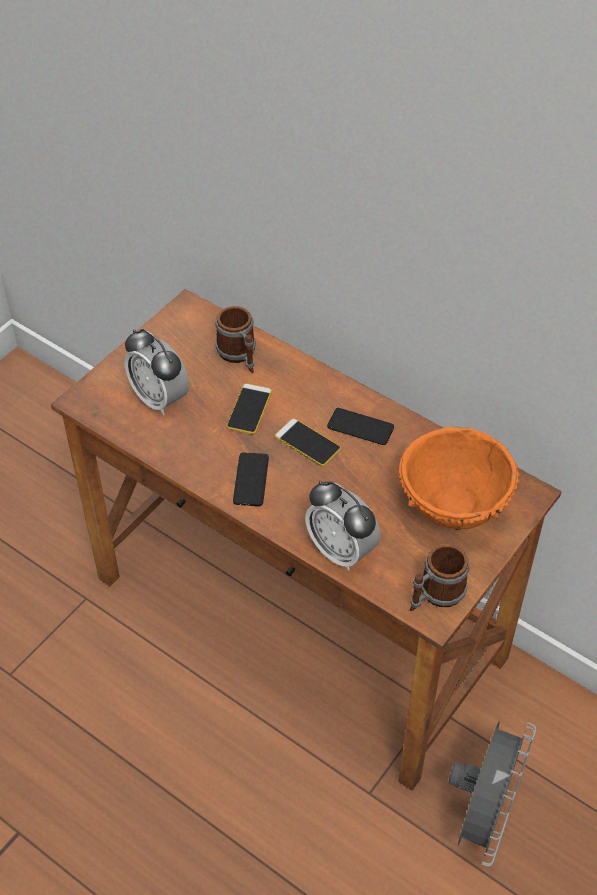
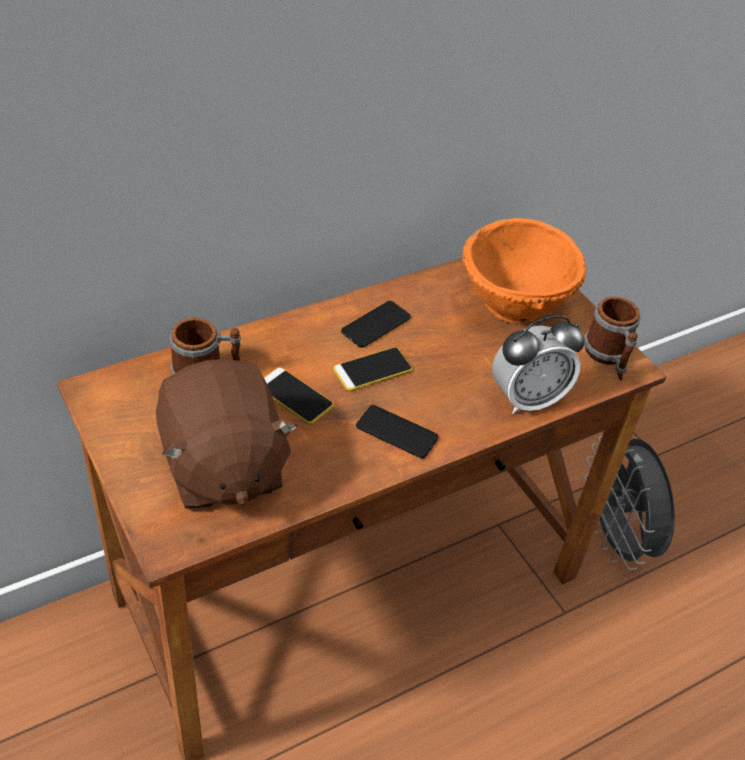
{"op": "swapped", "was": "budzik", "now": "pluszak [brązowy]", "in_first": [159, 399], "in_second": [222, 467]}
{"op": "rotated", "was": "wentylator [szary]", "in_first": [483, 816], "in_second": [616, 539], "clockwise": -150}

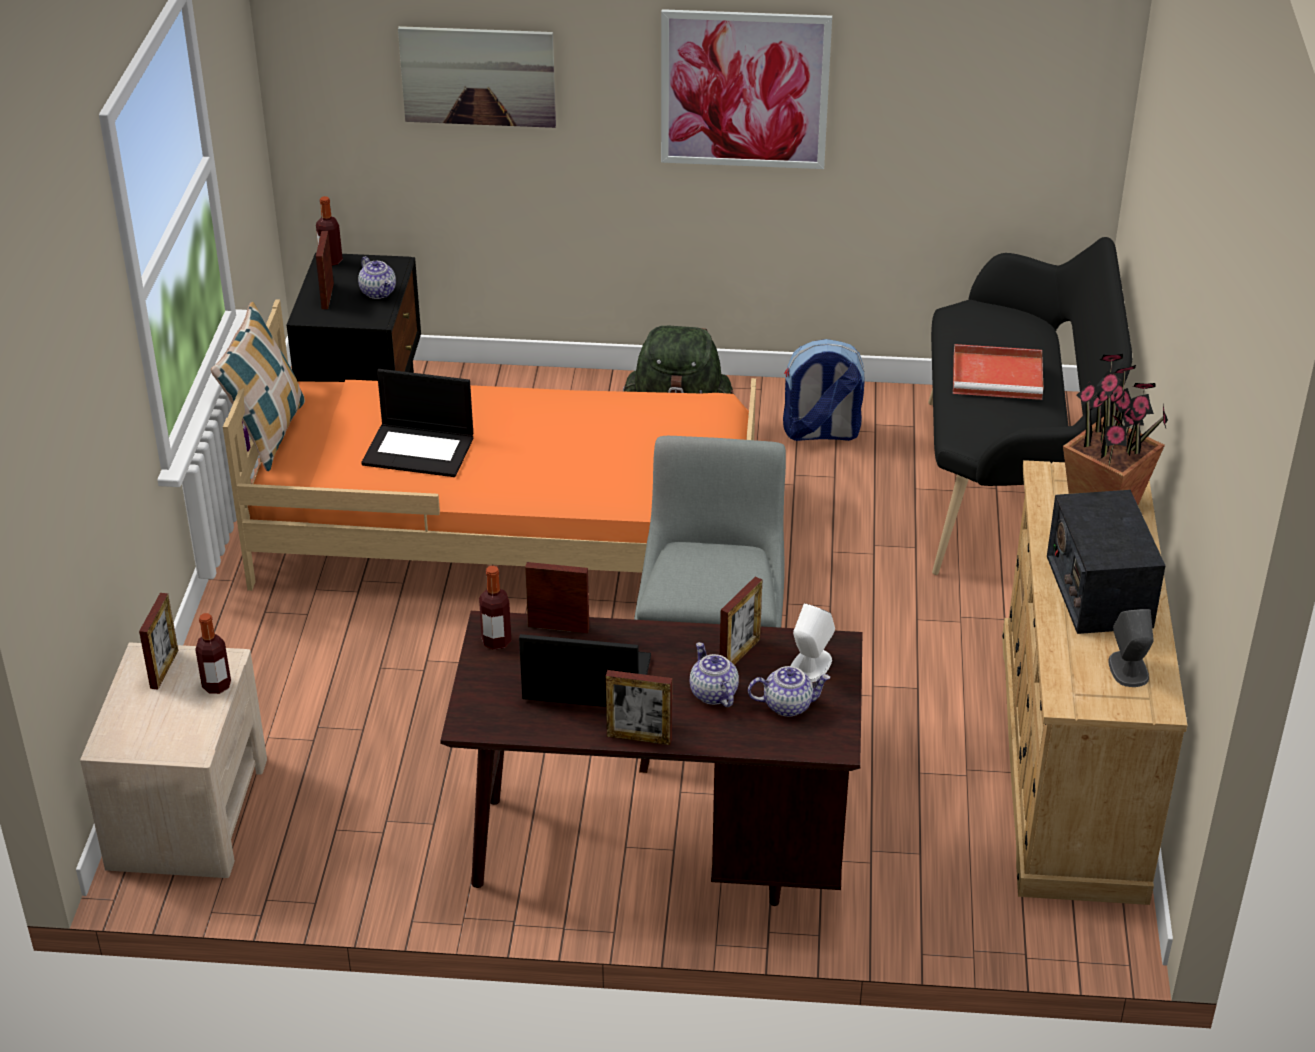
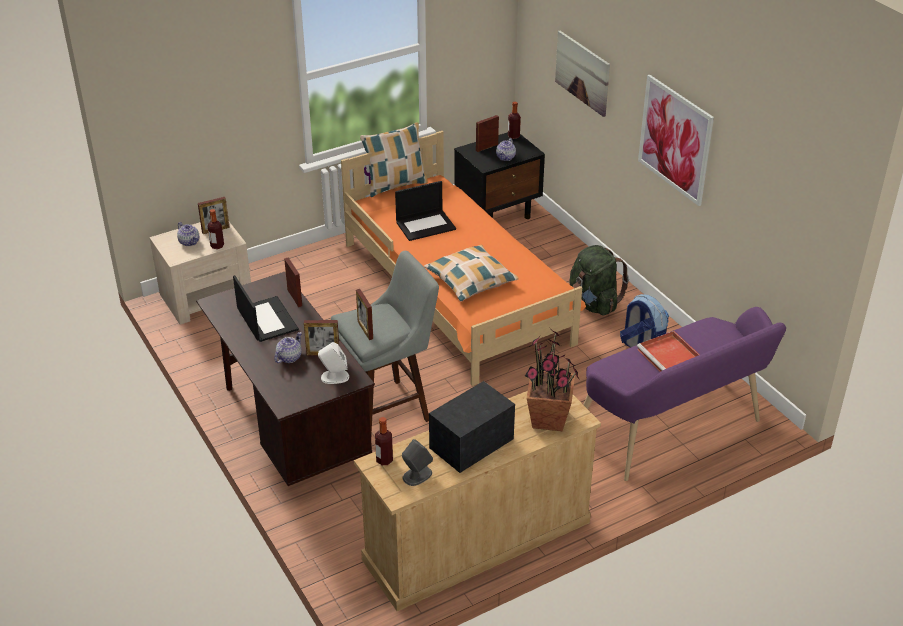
{"op": "rotated", "was": "laptop", "in_first": [420, 450], "in_second": [426, 225], "clockwise": -90}
{"op": "shifted", "was": "butelka", "in_first": [496, 641], "in_second": [384, 460]}
{"op": "shifted", "was": "ramka na zdjęcie", "in_first": [639, 737], "in_second": [365, 330]}
{"op": "shifted", "was": "imbryk", "in_first": [788, 705], "in_second": [189, 242]}
{"op": "repainted", "was": "ławka [czarny]", "now": "ławka [fioletowy]", "in_first": [1008, 488], "in_second": [673, 432]}
{"op": "new", "now": "poduszka", "in_second": [471, 280]}

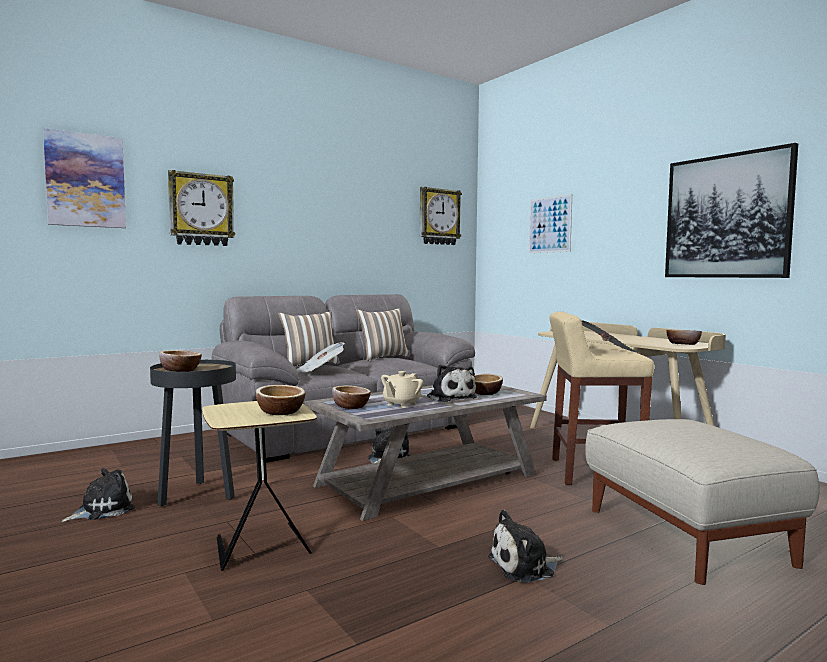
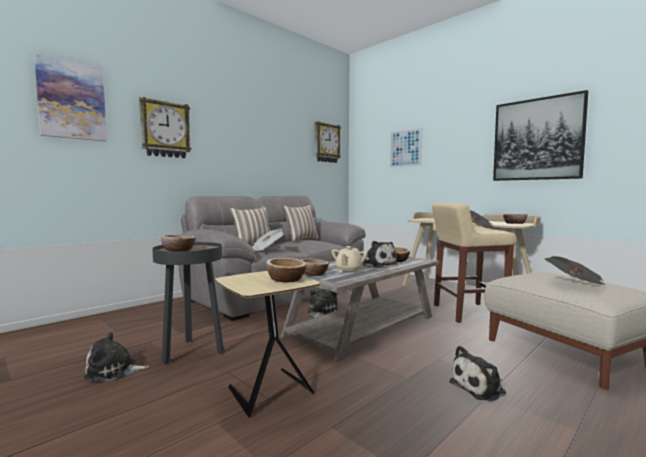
{"op": "rotated", "was": "pluszak", "in_first": [102, 510], "in_second": [114, 371], "clockwise": -135}
{"op": "new", "now": "gazeta", "in_second": [575, 284]}

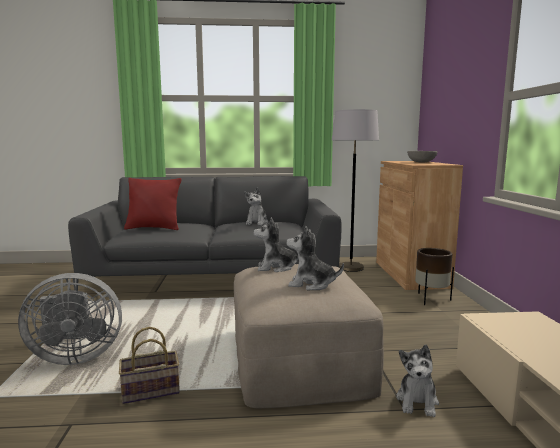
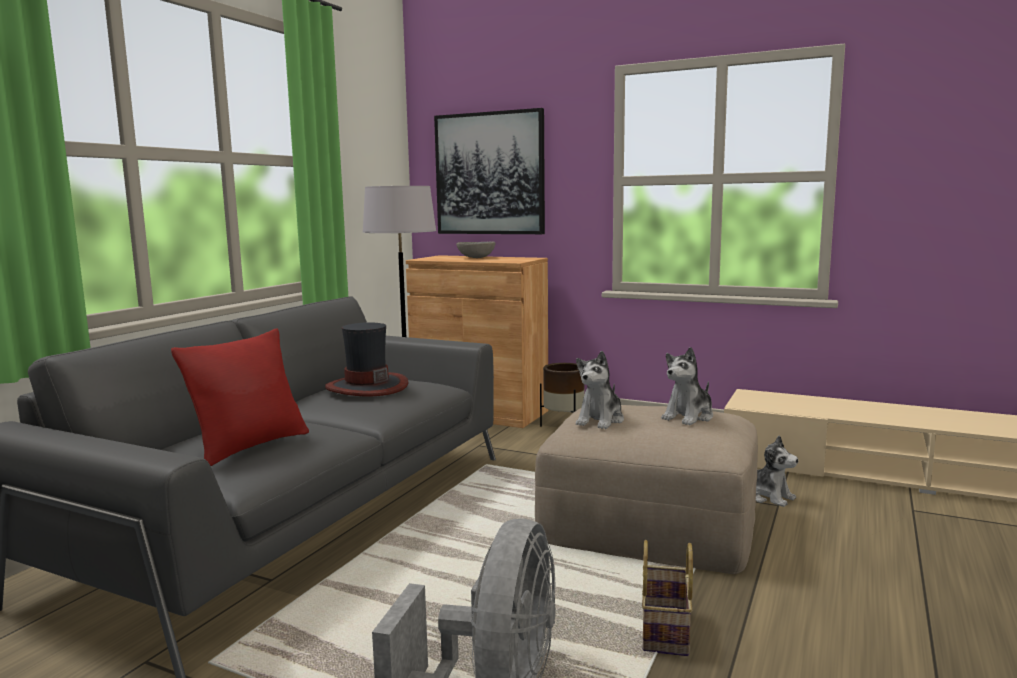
{"op": "swapped", "was": "pluszak", "now": "kapelusz", "in_first": [257, 223], "in_second": [366, 387]}
{"op": "new", "now": "obraz", "in_second": [489, 174]}

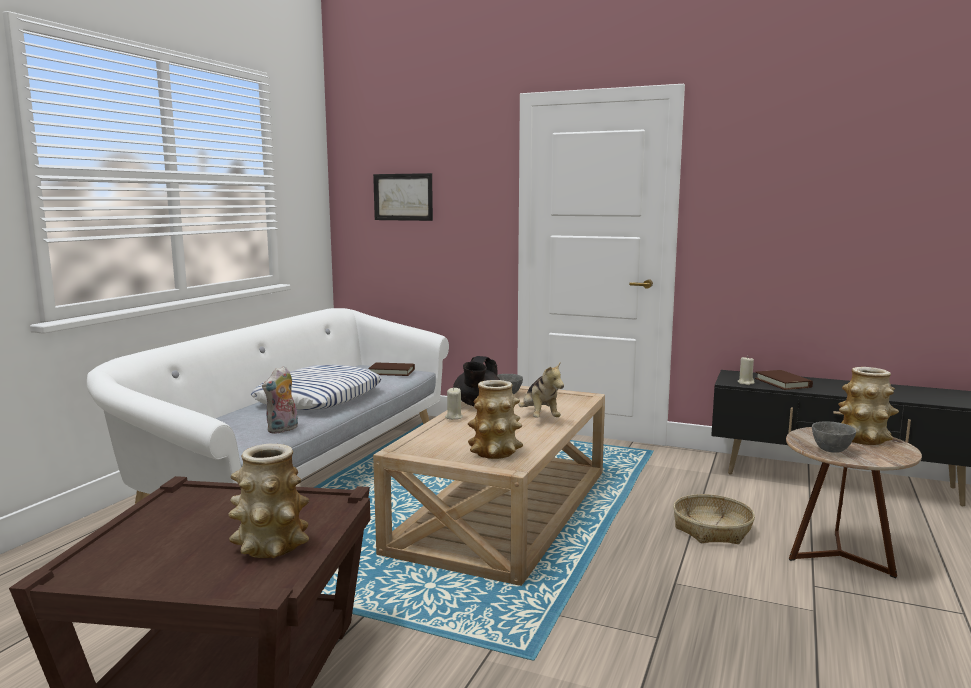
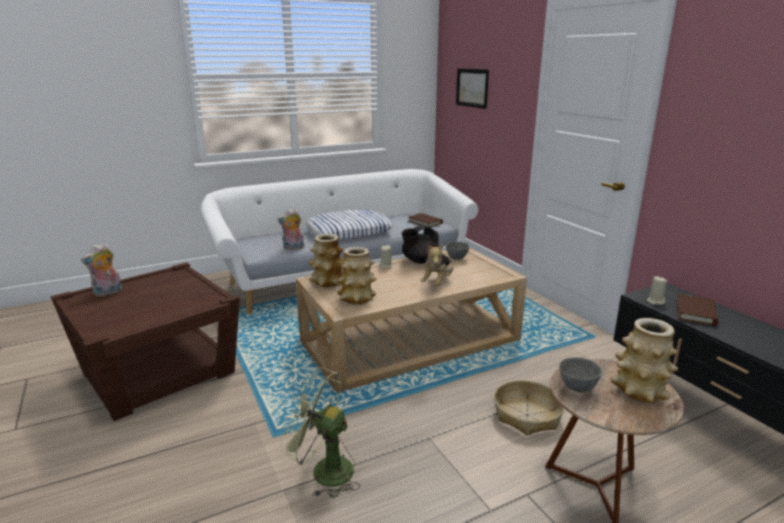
{"op": "shifted", "was": "wazon", "in_first": [270, 546], "in_second": [328, 282]}
{"op": "new", "now": "pluszak", "in_second": [108, 293]}
{"op": "new", "now": "wentylator [zielony]", "in_second": [323, 471]}

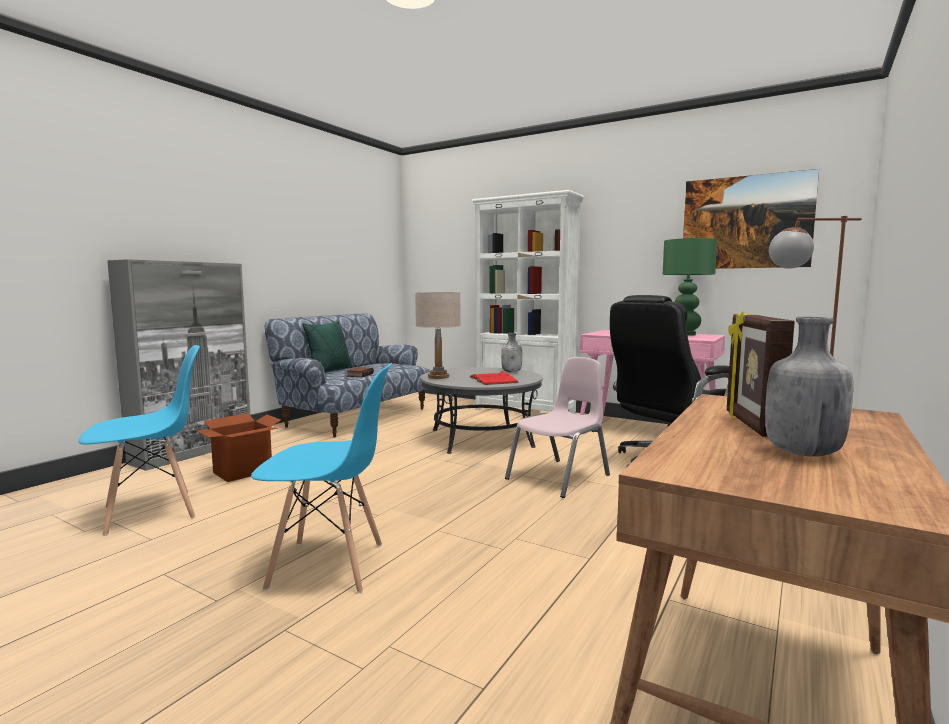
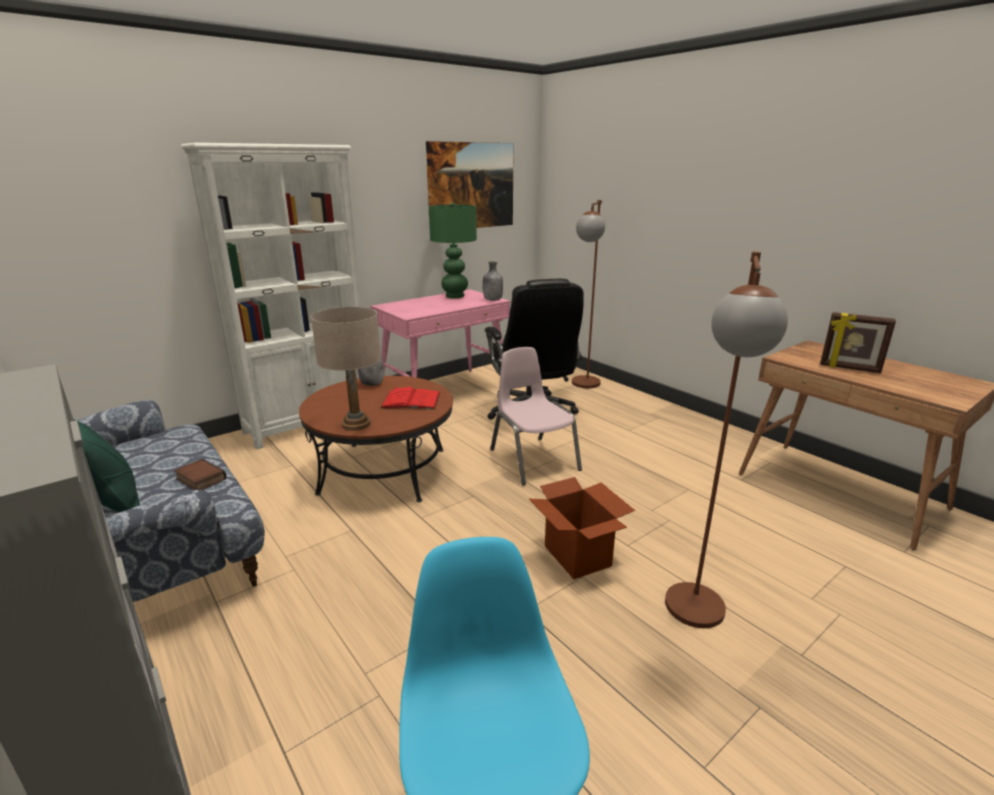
{"op": "shifted", "was": "karton", "in_first": [242, 472], "in_second": [577, 556]}
{"op": "swapped", "was": "krzesło [niebieski]", "now": "lampa stojąca [brązowy]", "in_first": [328, 566], "in_second": [693, 621]}
{"op": "repainted", "was": "ława [szary]", "now": "ława [brązowy]", "in_first": [481, 438], "in_second": [383, 470]}
{"op": "shifted", "was": "butelka [szary]", "in_first": [801, 452], "in_second": [492, 300]}

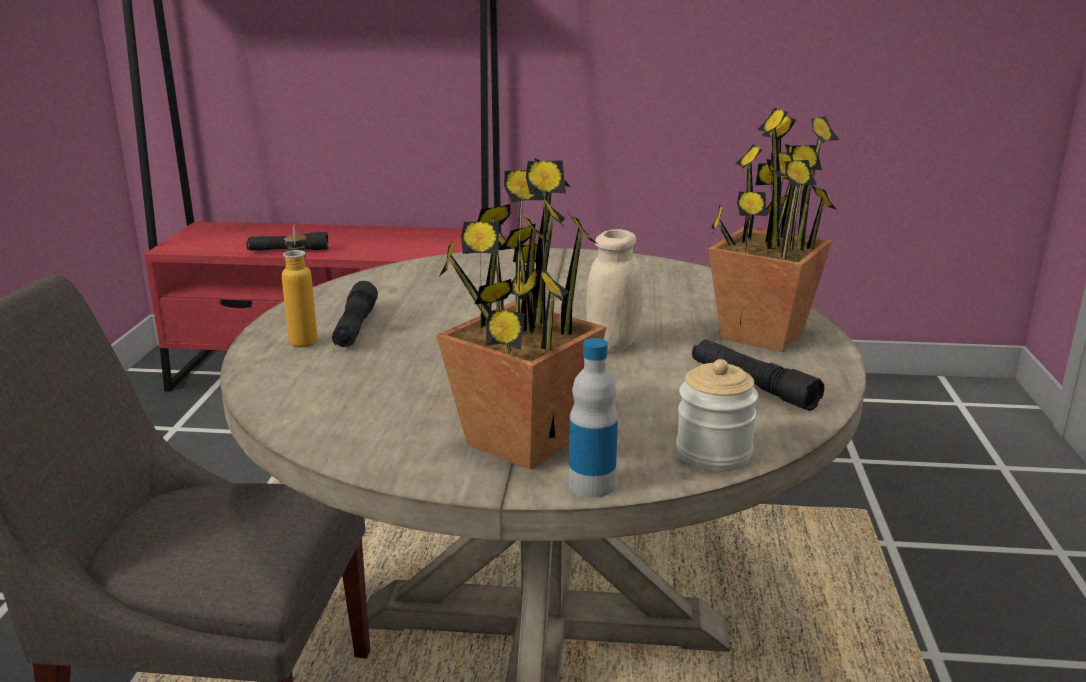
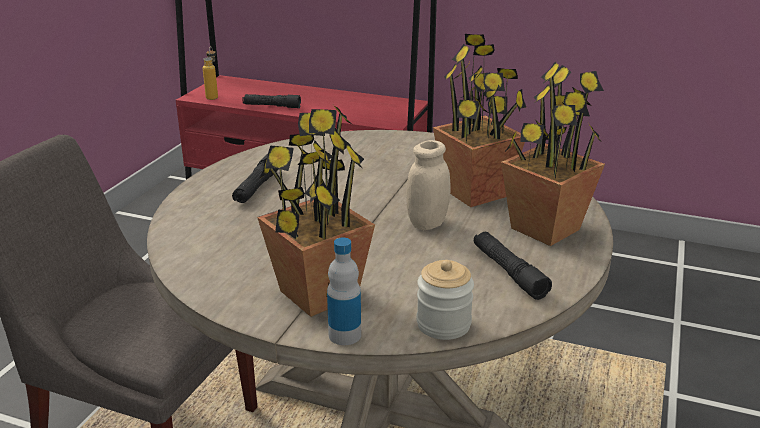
{"op": "shifted", "was": "butelka", "in_first": [304, 338], "in_second": [213, 96]}
{"op": "new", "now": "roślina doniczkowa", "in_second": [475, 193]}

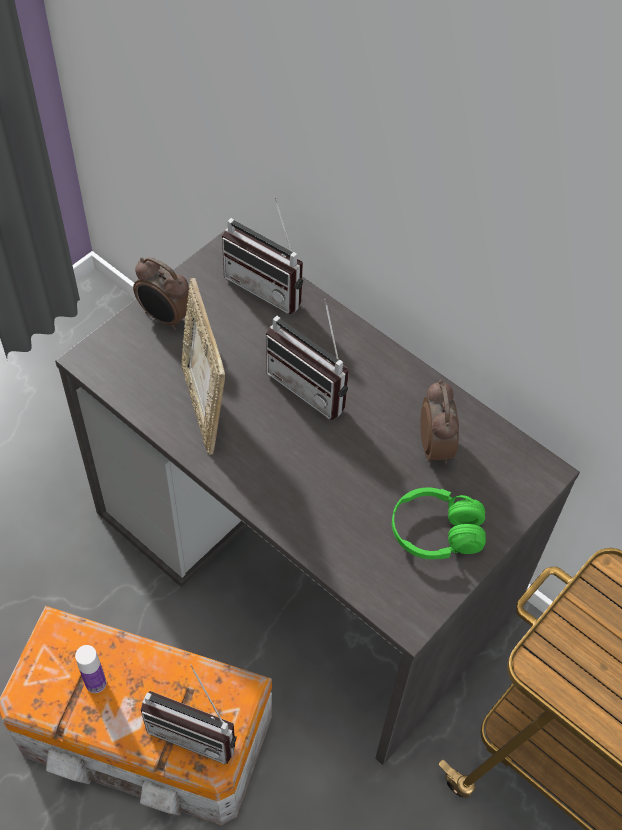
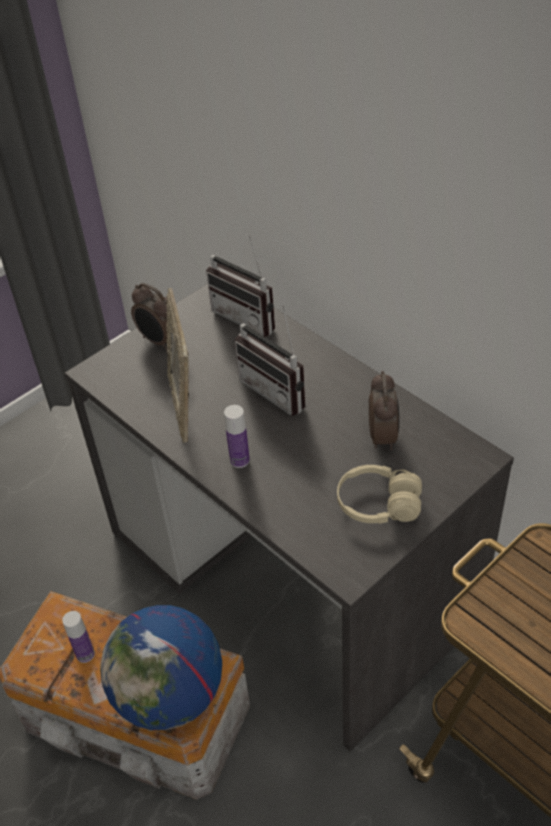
{"op": "swapped", "was": "radio", "now": "globus", "in_first": [196, 729], "in_second": [170, 696]}
{"op": "repainted", "was": "słuchawki [zielony]", "now": "słuchawki [beżowy]", "in_first": [436, 532], "in_second": [378, 504]}
{"op": "new", "now": "butelka", "in_second": [239, 460]}

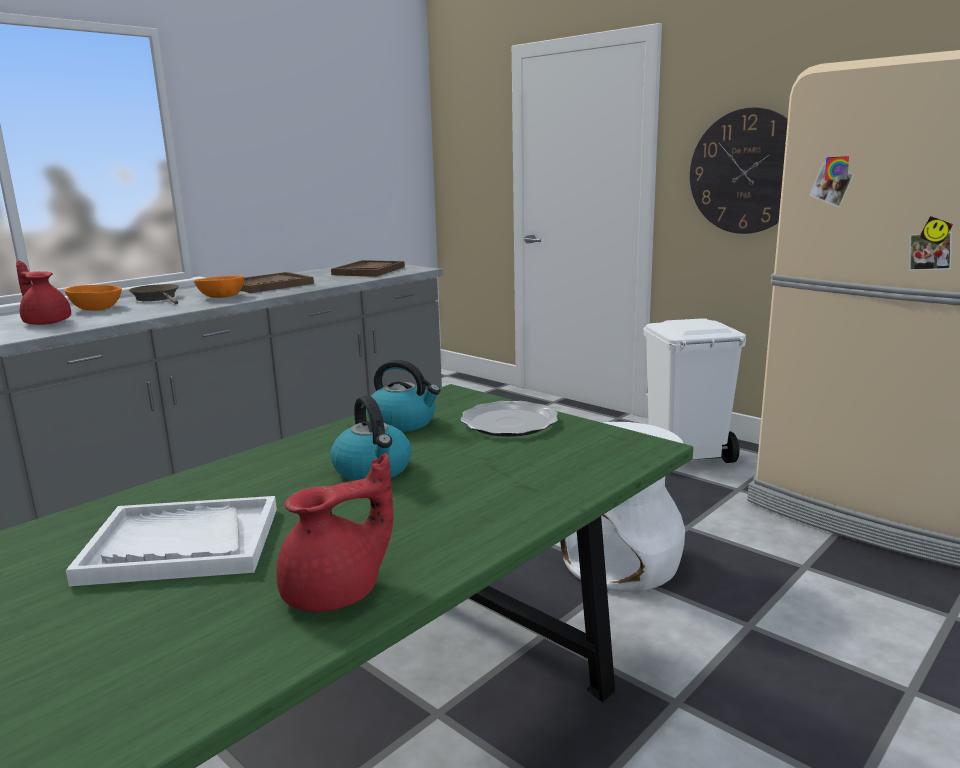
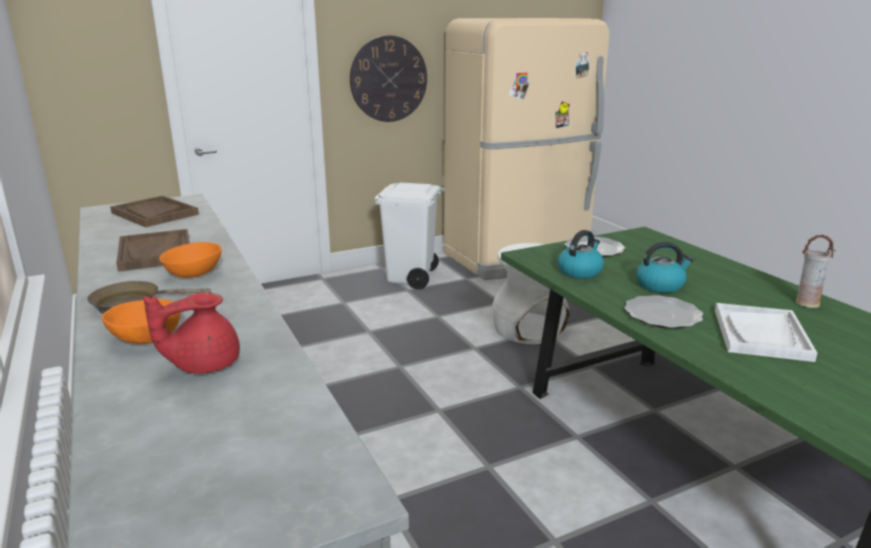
{"op": "swapped", "was": "imbryk [czerwony]", "now": "wazon", "in_first": [337, 593], "in_second": [806, 303]}
{"op": "new", "now": "talerz", "in_second": [662, 315]}

